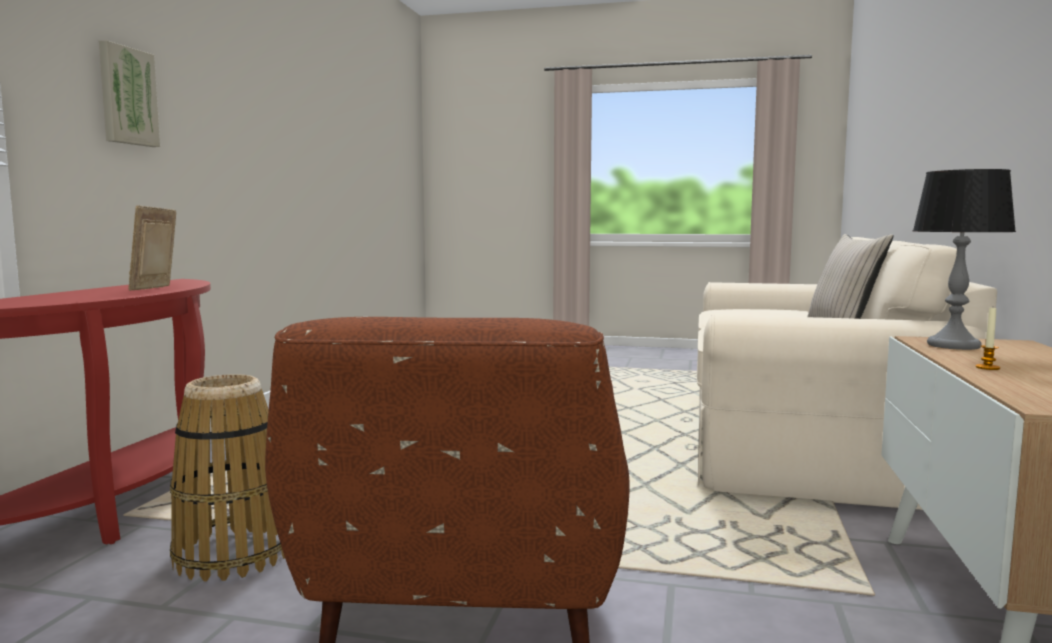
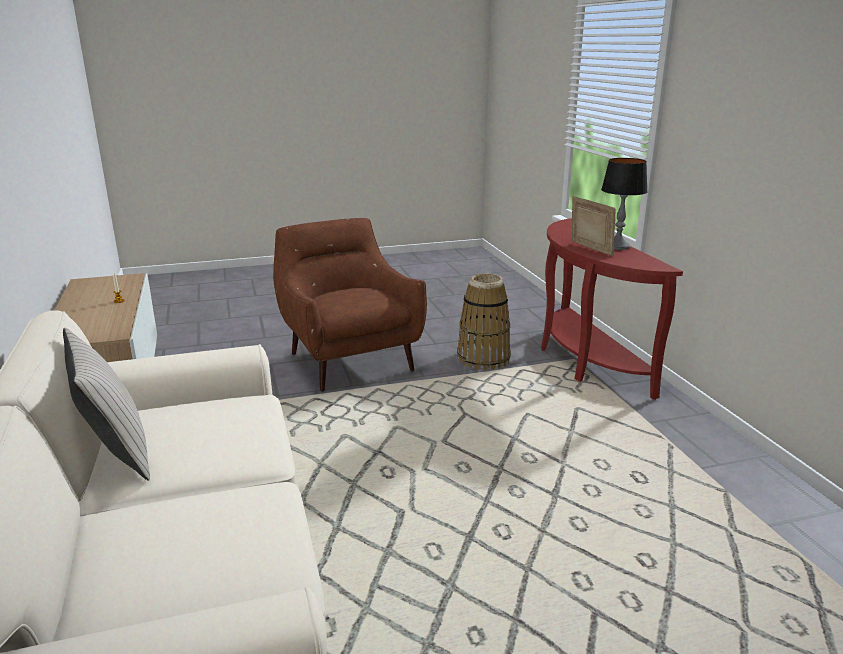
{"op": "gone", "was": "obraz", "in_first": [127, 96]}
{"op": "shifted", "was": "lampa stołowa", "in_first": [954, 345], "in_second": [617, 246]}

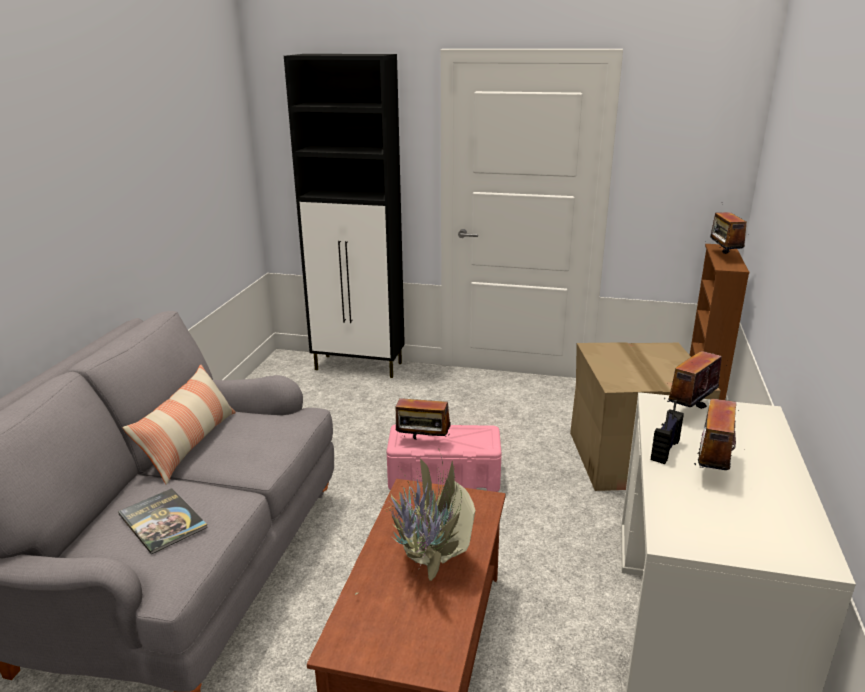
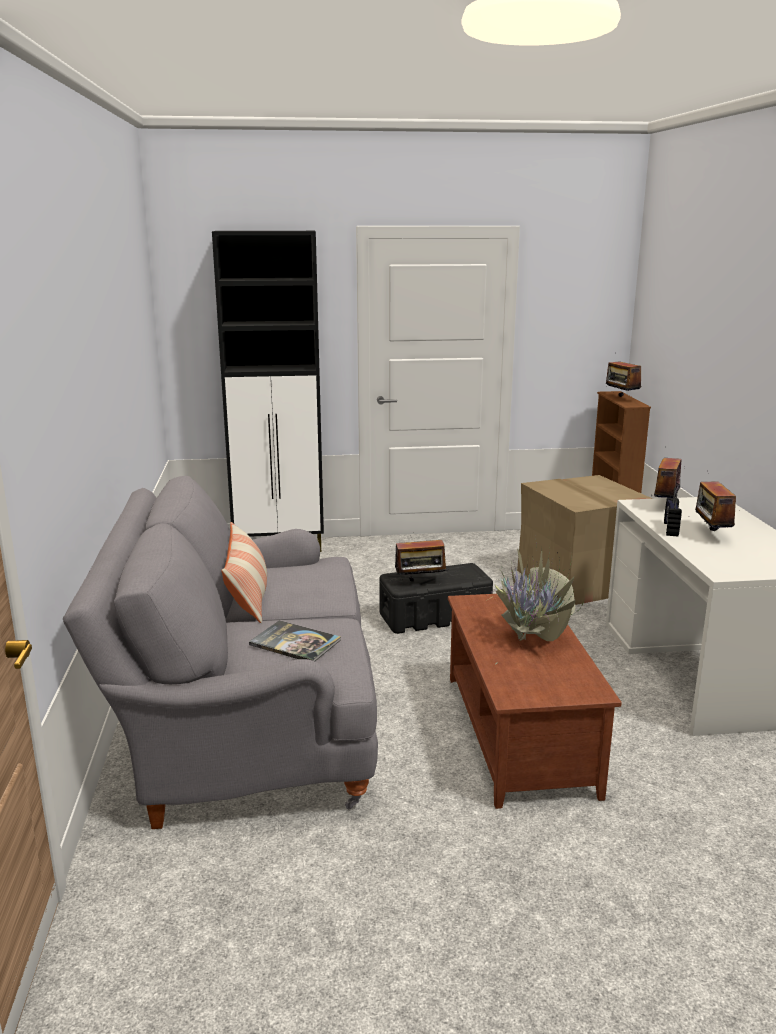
{"op": "repainted", "was": "pojemnik do przechowywania [różowy]", "now": "pojemnik do przechowywania [czarny]", "in_first": [445, 476], "in_second": [435, 616]}

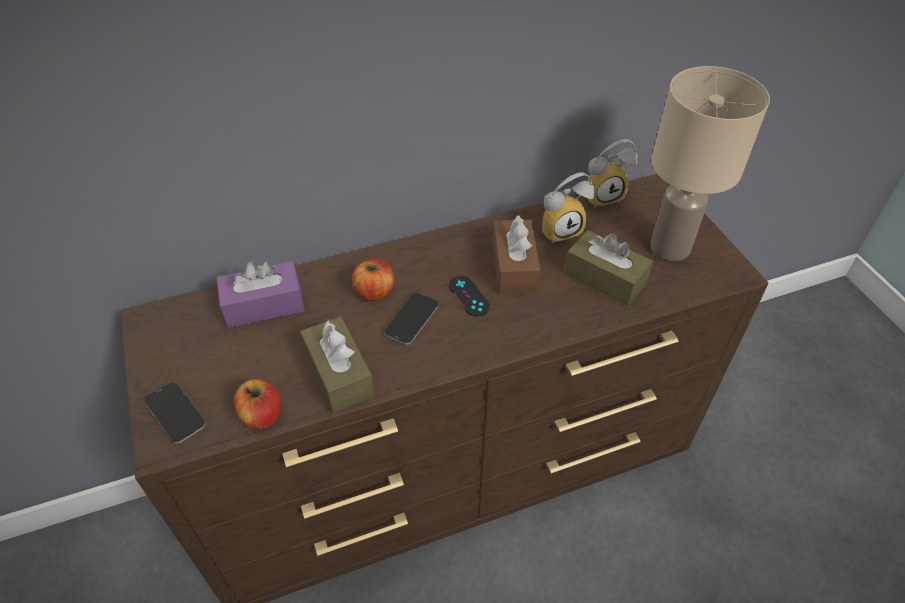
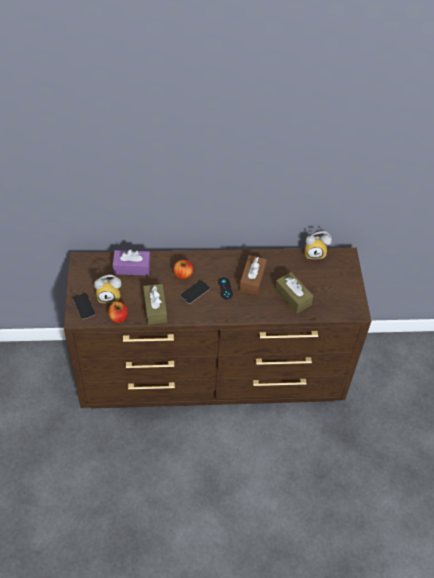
{"op": "shifted", "was": "budzik", "in_first": [560, 229], "in_second": [109, 296]}
{"op": "gone", "was": "lampa stołowa [beżowy]", "in_first": [671, 247]}

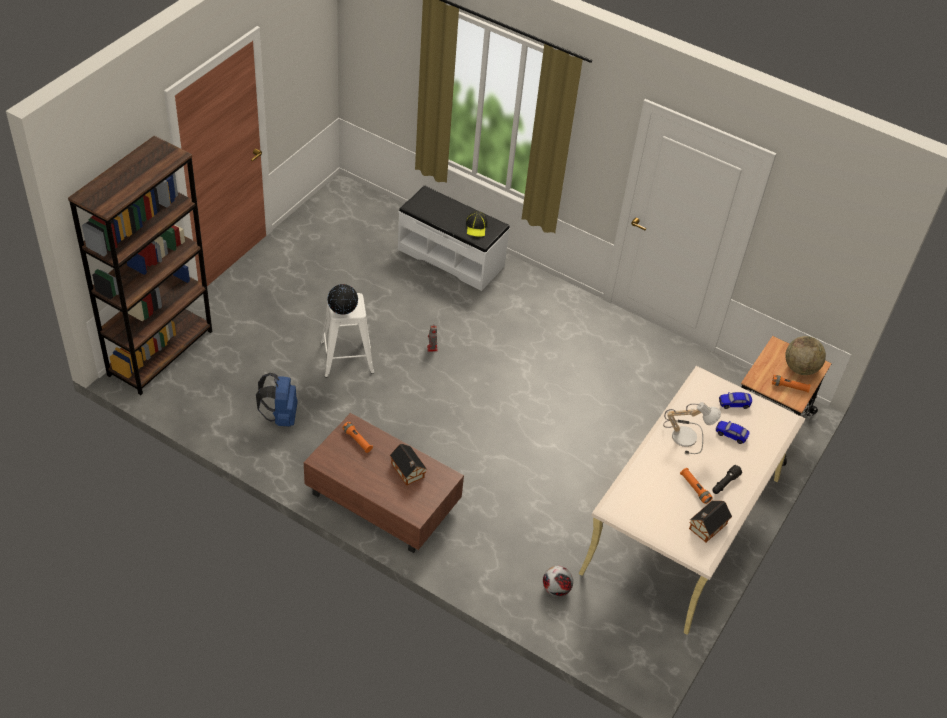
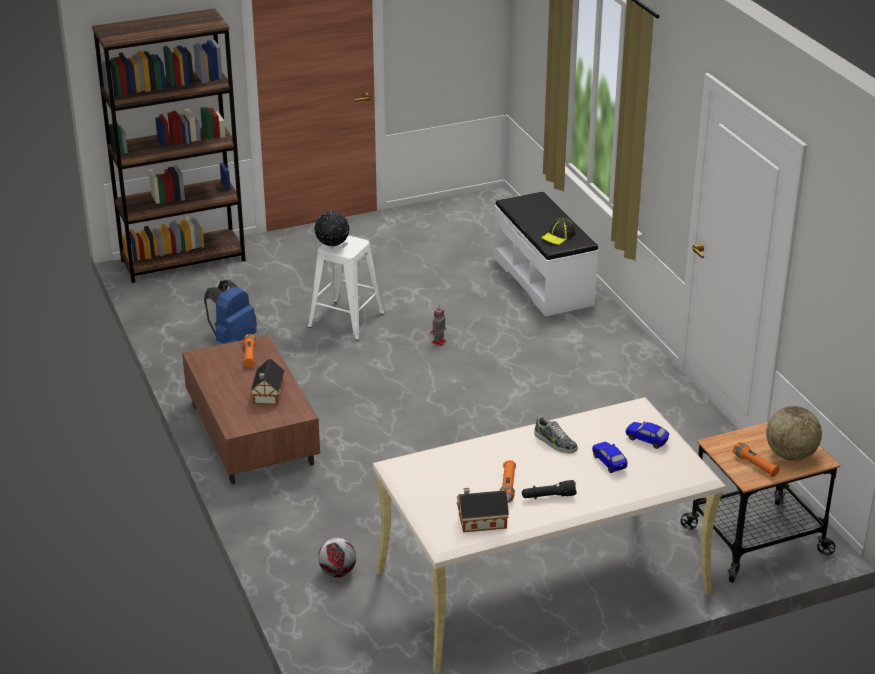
{"op": "swapped", "was": "lampa stołowa", "now": "but", "in_first": [686, 435], "in_second": [555, 443]}

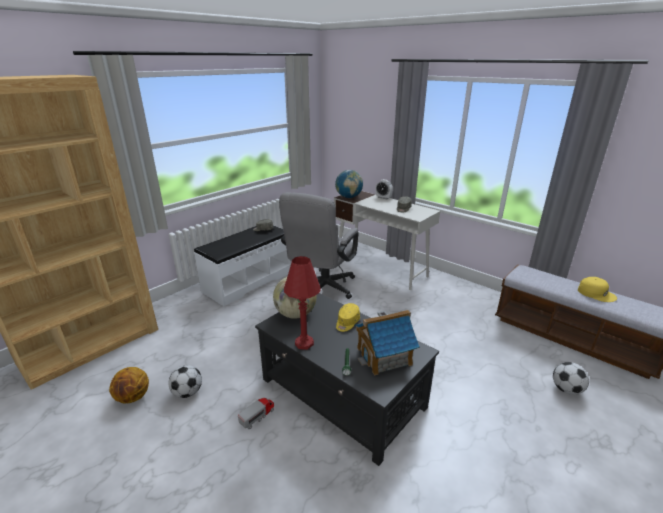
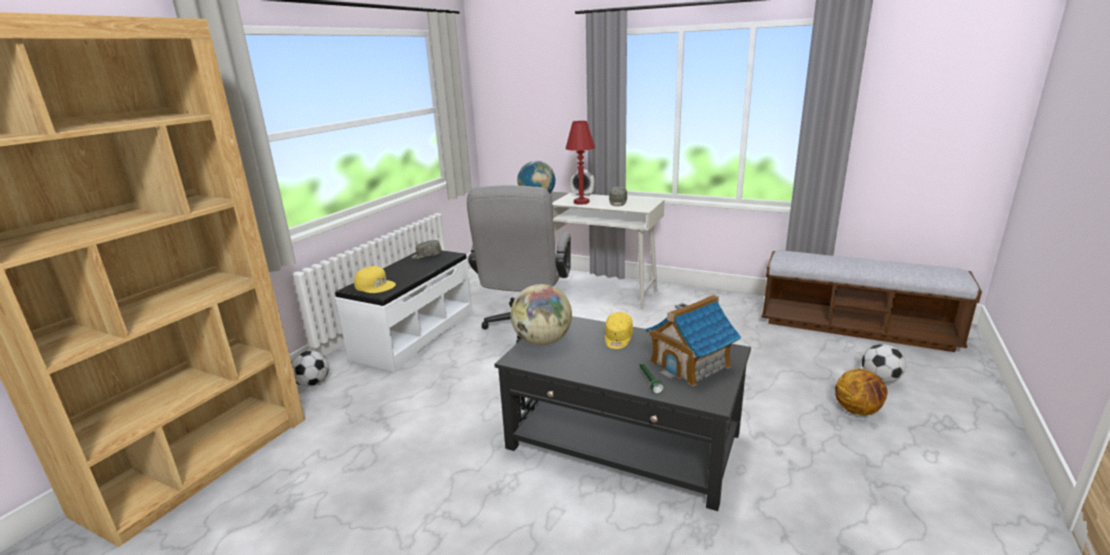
{"op": "shifted", "was": "piłka do koszykówki", "in_first": [133, 397], "in_second": [858, 410]}
{"op": "shifted", "was": "piłka futbolowa", "in_first": [188, 393], "in_second": [313, 384]}
{"op": "gone", "was": "ciężarówka zabawkowa", "in_first": [257, 416]}
{"op": "shifted", "was": "lampa stołowa [czerwony]", "in_first": [304, 343], "in_second": [581, 202]}
{"op": "shifted", "was": "czapka z daszkiem [żółty]", "in_first": [596, 293], "in_second": [375, 285]}

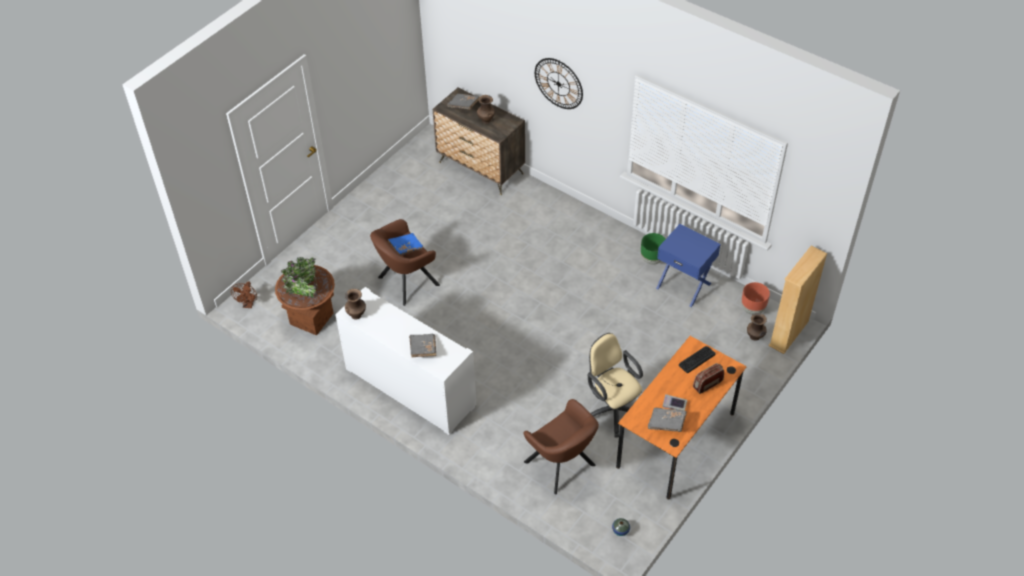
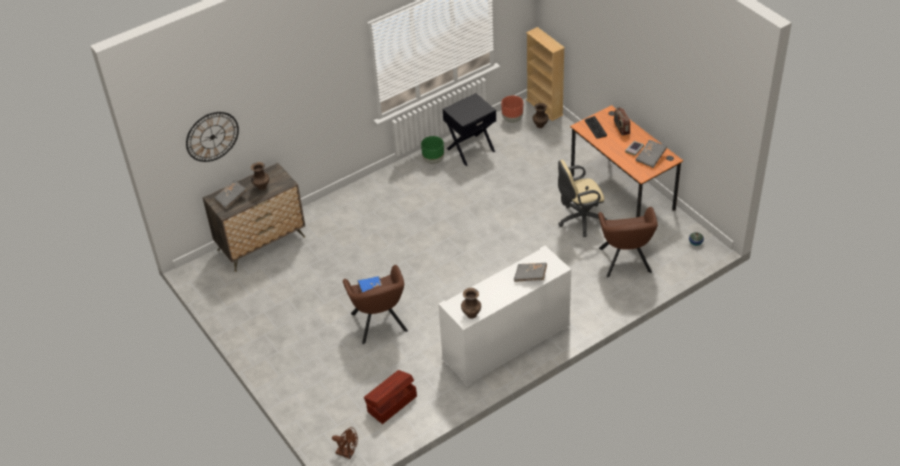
{"op": "swapped", "was": "donica [brązowy]", "now": "pojemnik do przechowywania [brązowy]", "in_first": [311, 318], "in_second": [391, 404]}
{"op": "rotated", "was": "fotel [brązowy]", "in_first": [562, 466], "in_second": [625, 262], "clockwise": 105}
{"op": "shifted", "was": "zegar ścienny", "in_first": [558, 83], "in_second": [212, 136]}
{"op": "repainted", "was": "szafka nocna [niebieski]", "now": "szafka nocna [czarny]", "in_first": [684, 285], "in_second": [470, 149]}

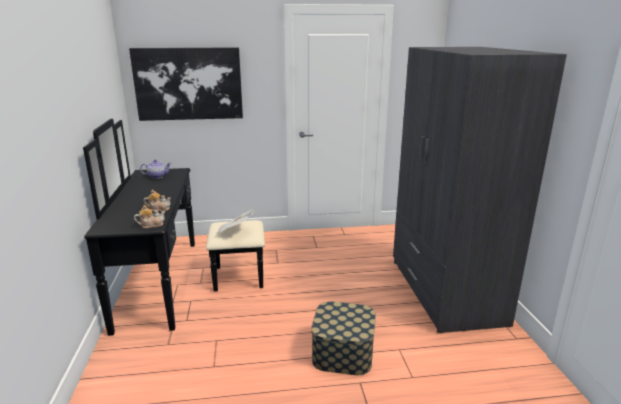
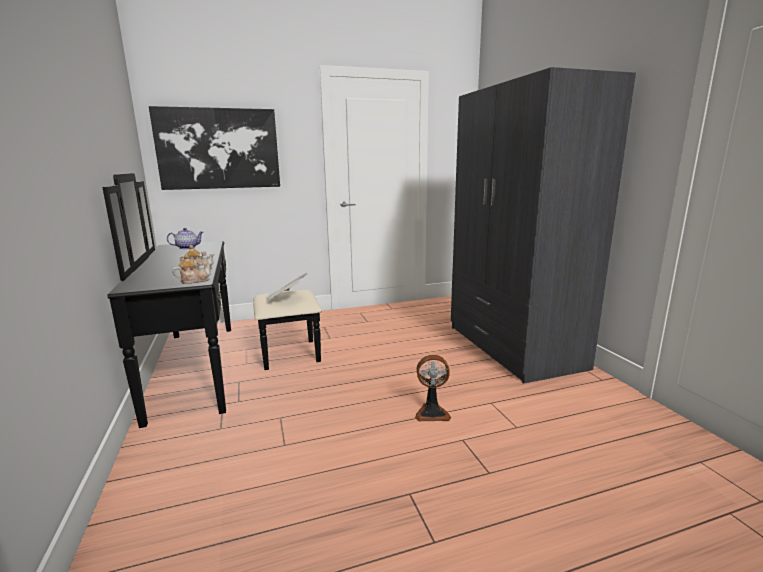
{"op": "swapped", "was": "pojemnik do przechowywania", "now": "wentylator", "in_first": [343, 352], "in_second": [432, 412]}

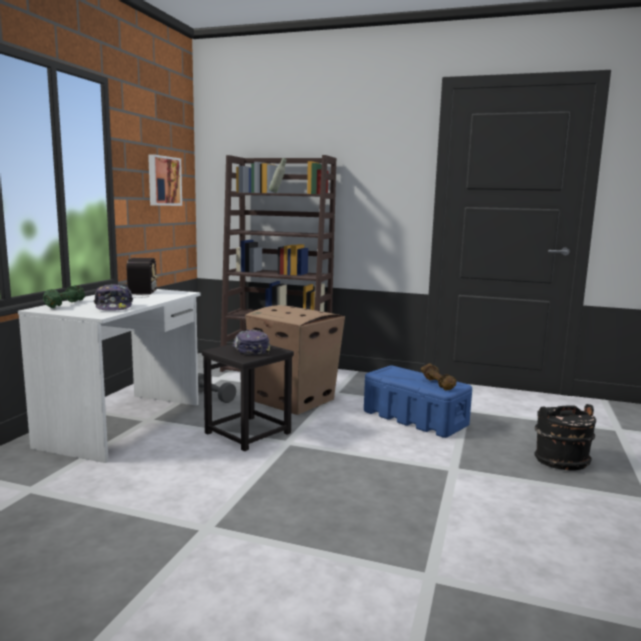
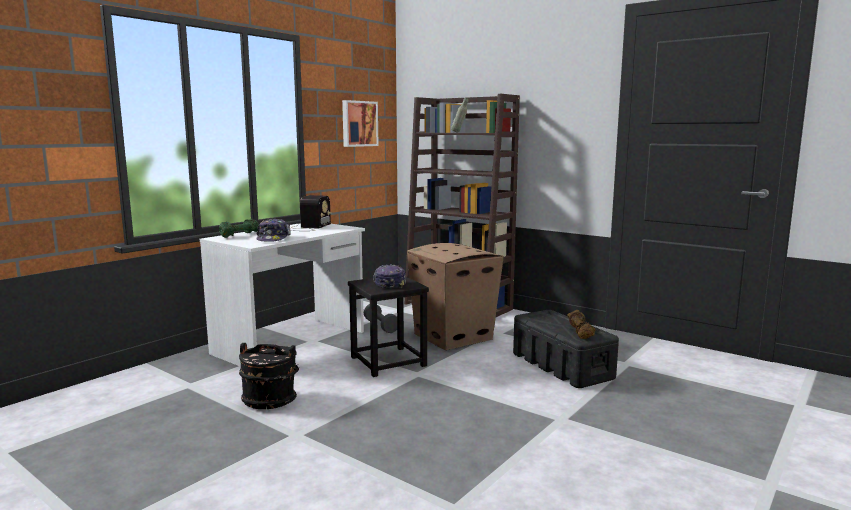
{"op": "repainted", "was": "pojemnik do przechowywania [niebieski]", "now": "pojemnik do przechowywania [czarny]", "in_first": [415, 418], "in_second": [562, 366]}
{"op": "shifted", "was": "wiadro [czarny]", "in_first": [560, 460], "in_second": [270, 400]}

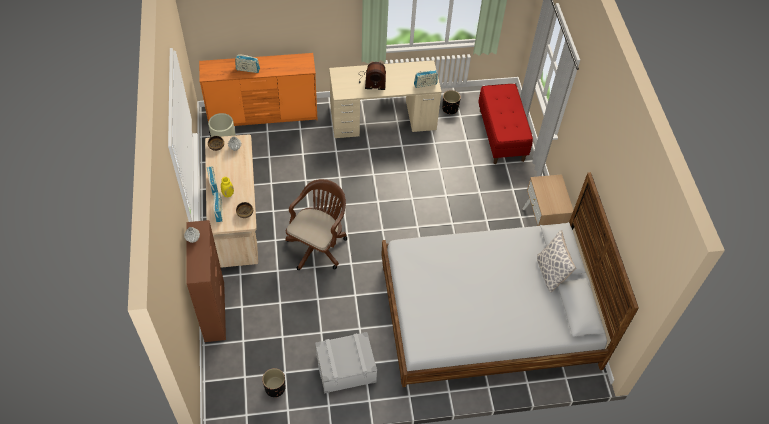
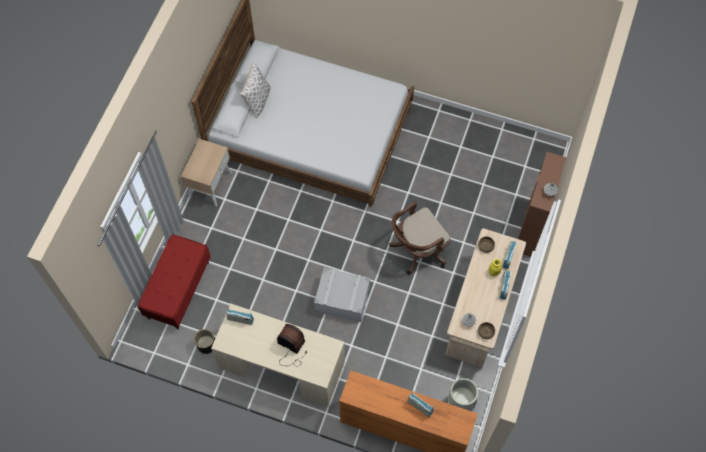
{"op": "gone", "was": "donica [czarny]", "in_first": [275, 388]}
{"op": "shifted", "was": "pojemnik do przechowywania [szary]", "in_first": [346, 368], "in_second": [342, 299]}

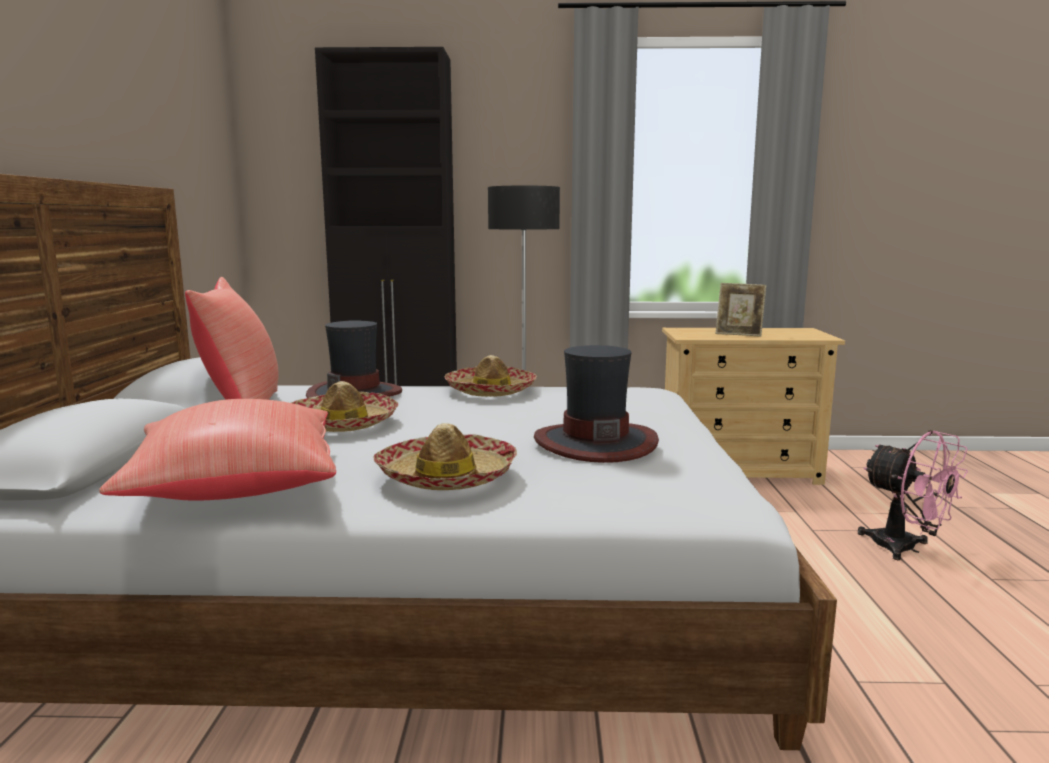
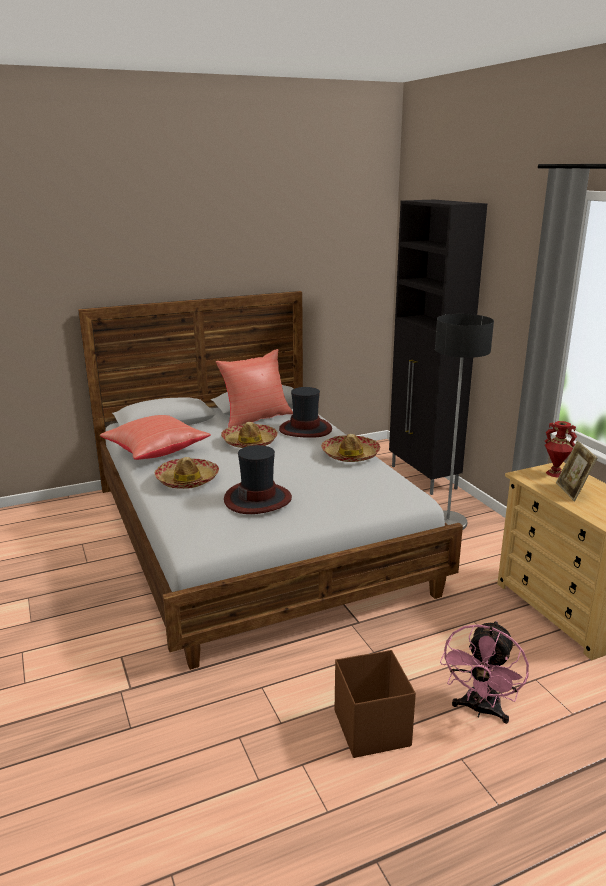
{"op": "new", "now": "pojemnik do przechowywania [brązowy]", "in_second": [372, 727]}
{"op": "new", "now": "wazon [czerwony]", "in_second": [555, 473]}

